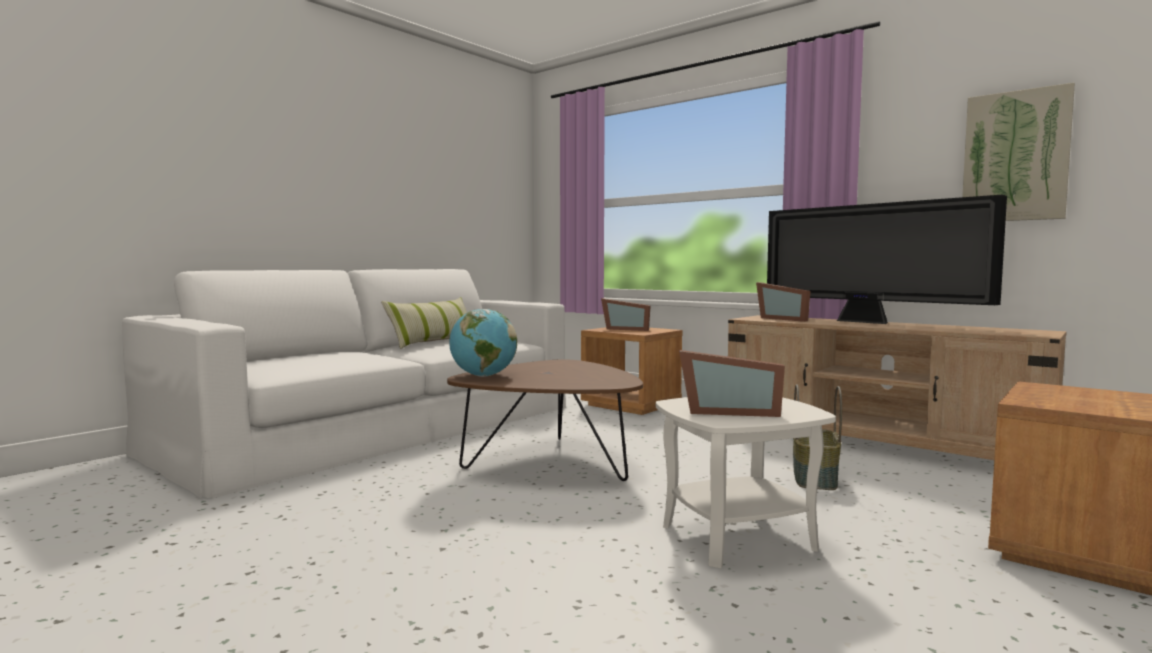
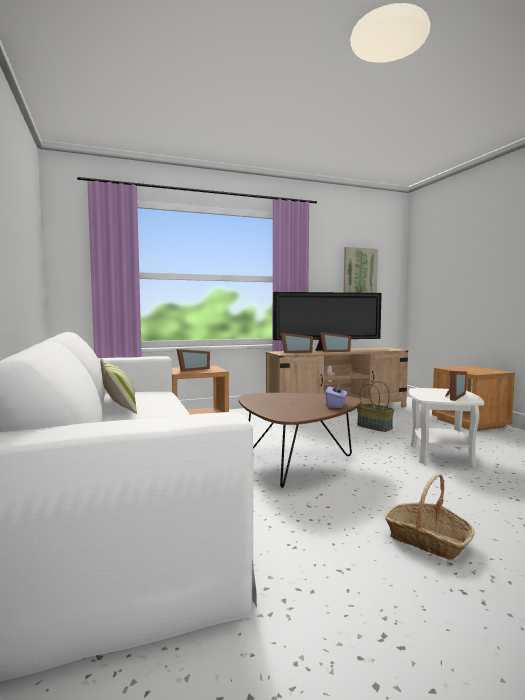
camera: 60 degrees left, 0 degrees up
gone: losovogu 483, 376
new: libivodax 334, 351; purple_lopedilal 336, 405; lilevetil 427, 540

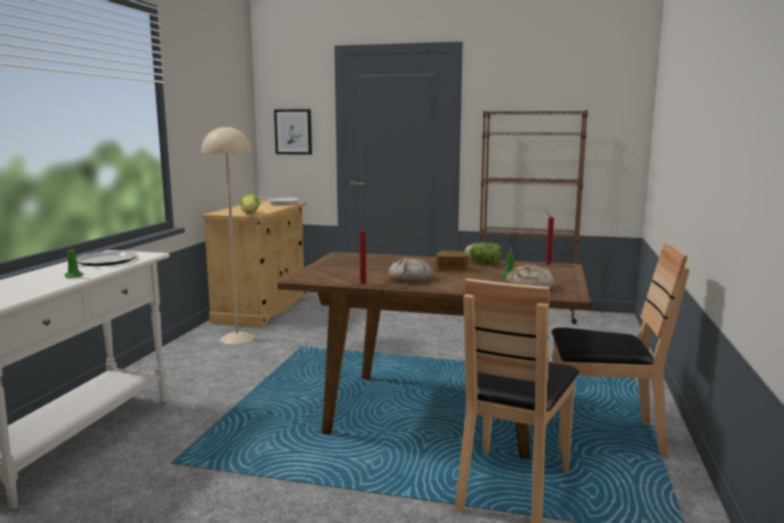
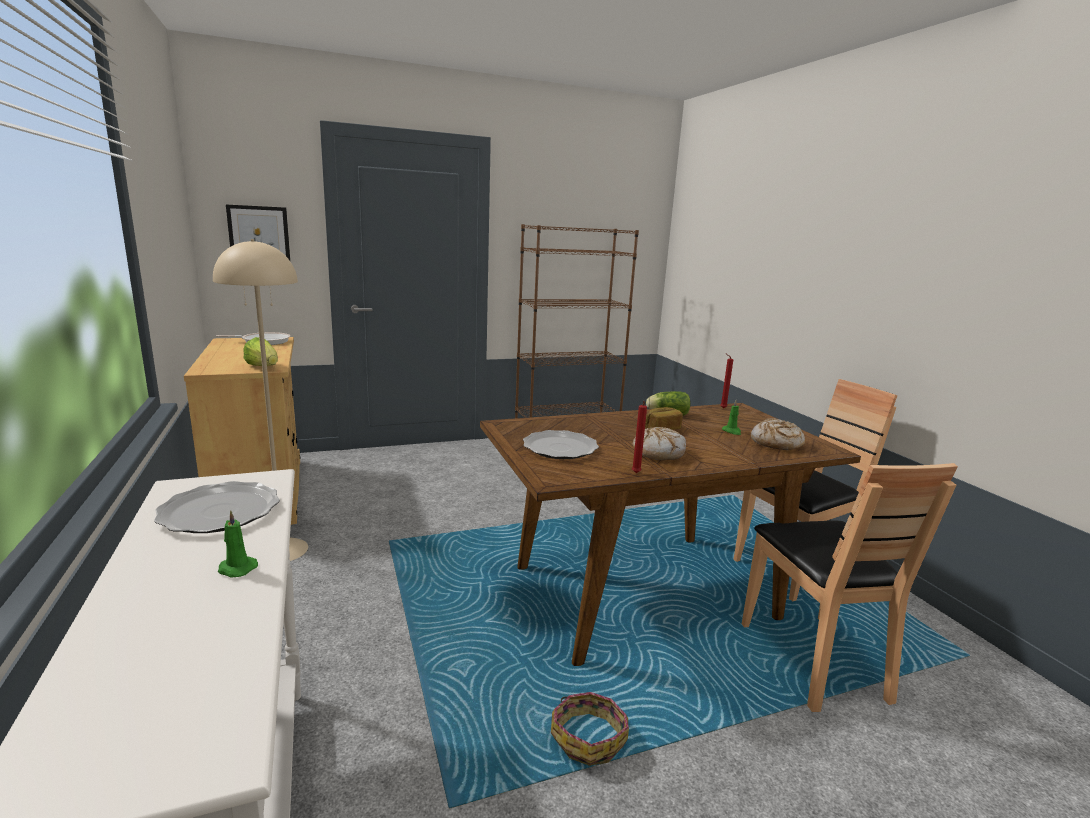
camera: 35 degrees left, 5 degrees up
new: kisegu 560, 448; lilevetil 588, 737

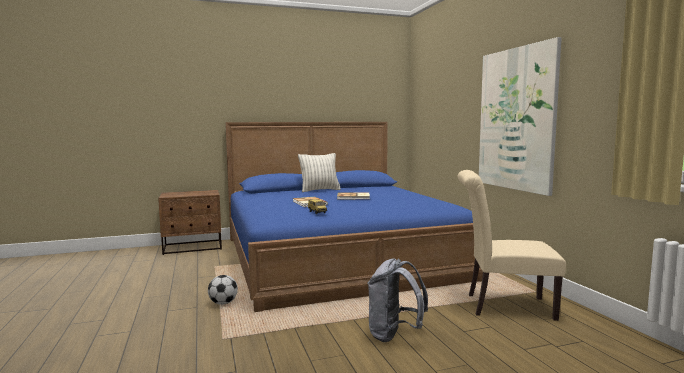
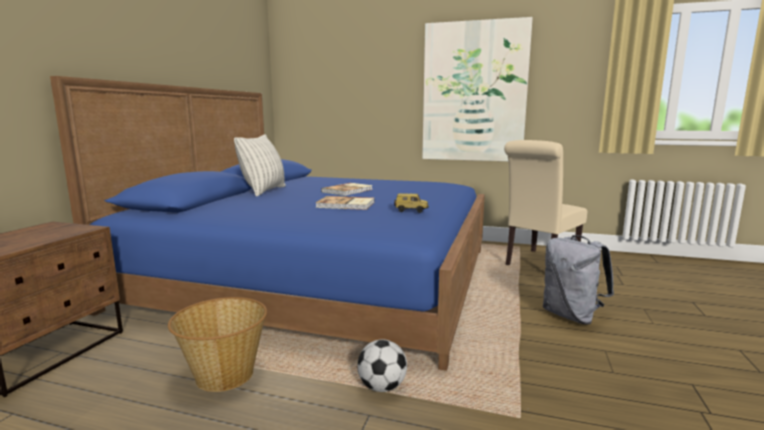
camera: 55 degrees left, 5 degrees up
new: lilevetil 224, 374

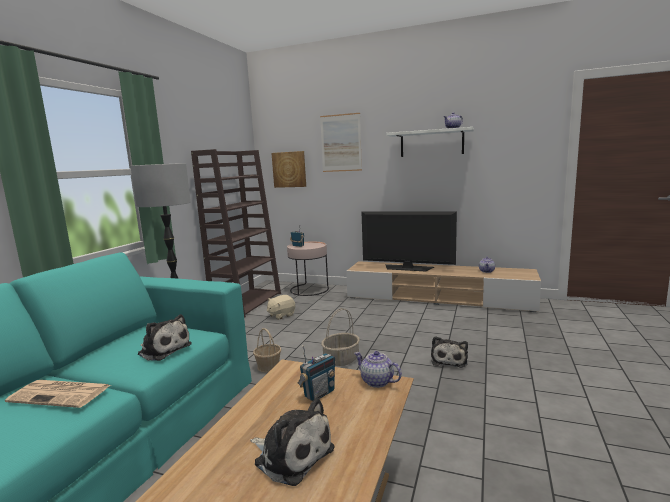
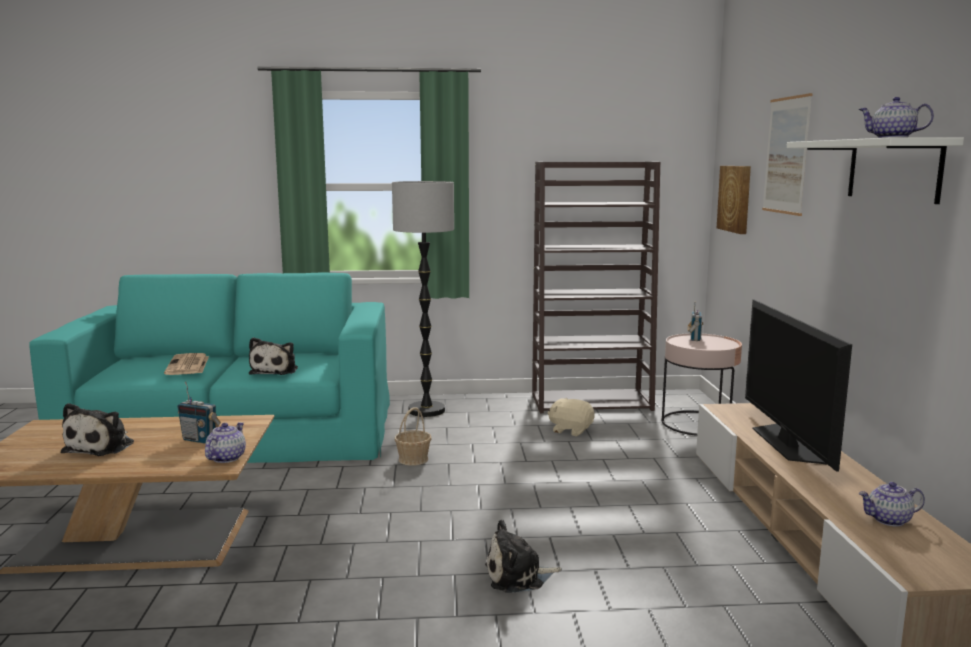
camera: 65 degrees right, 0 degrees up
gone: lilevetil 341, 359

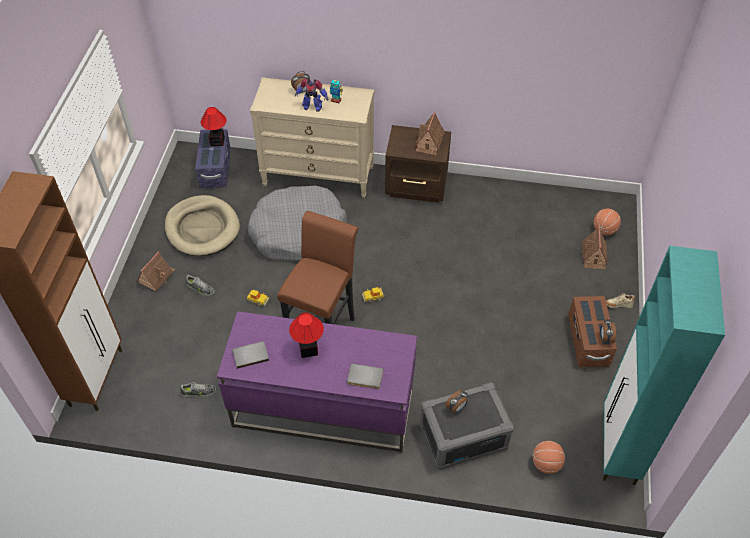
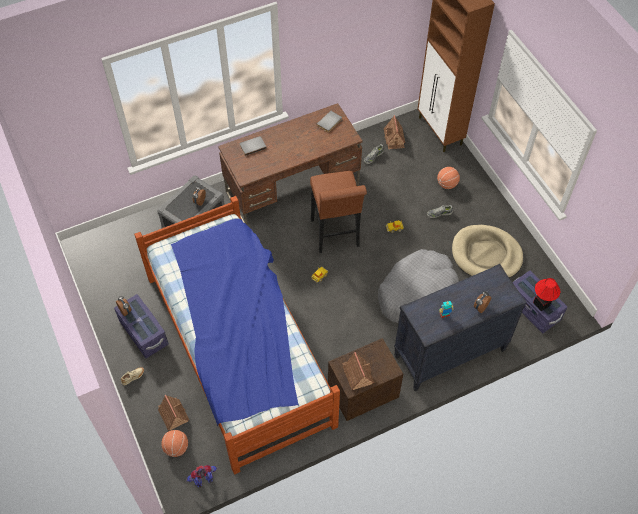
camera: 145 degrees right, 5 degrees up
gone: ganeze 309, 349; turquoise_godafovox 618, 449
new: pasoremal 239, 348
shifted: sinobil 156, 276 to 394, 138; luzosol 312, 106 to 204, 480; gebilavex 546, 463 to 447, 184
repainted: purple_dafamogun 322, 407 to brown_dafamogun 293, 189; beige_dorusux 318, 176 to black_dorusux 449, 354; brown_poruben 588, 341 to purple_poruben 144, 333

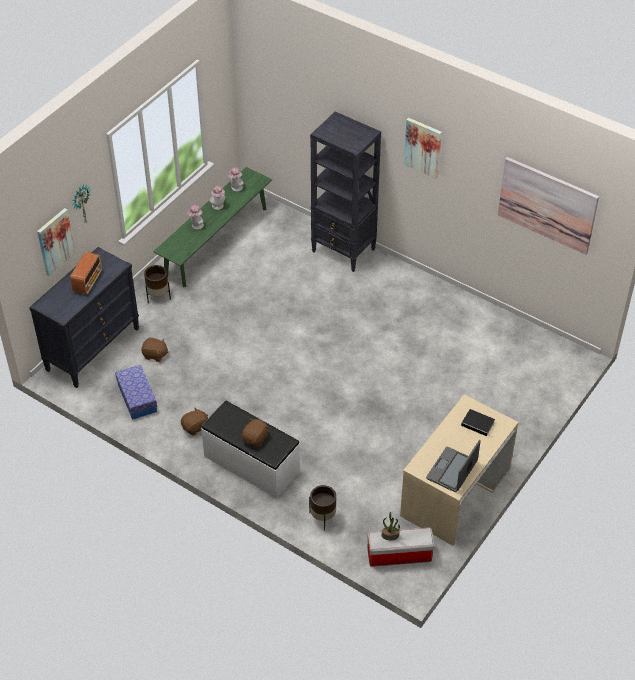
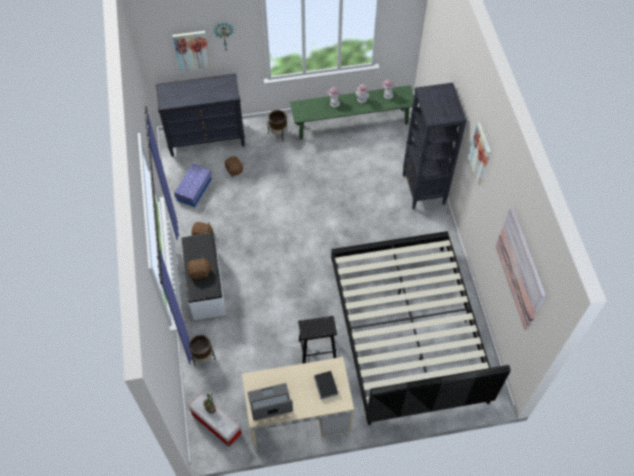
camera: 45 degrees right, 10 degrees up
gone: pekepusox 88, 281
new: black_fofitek 318, 349; black_pasoremal 407, 331

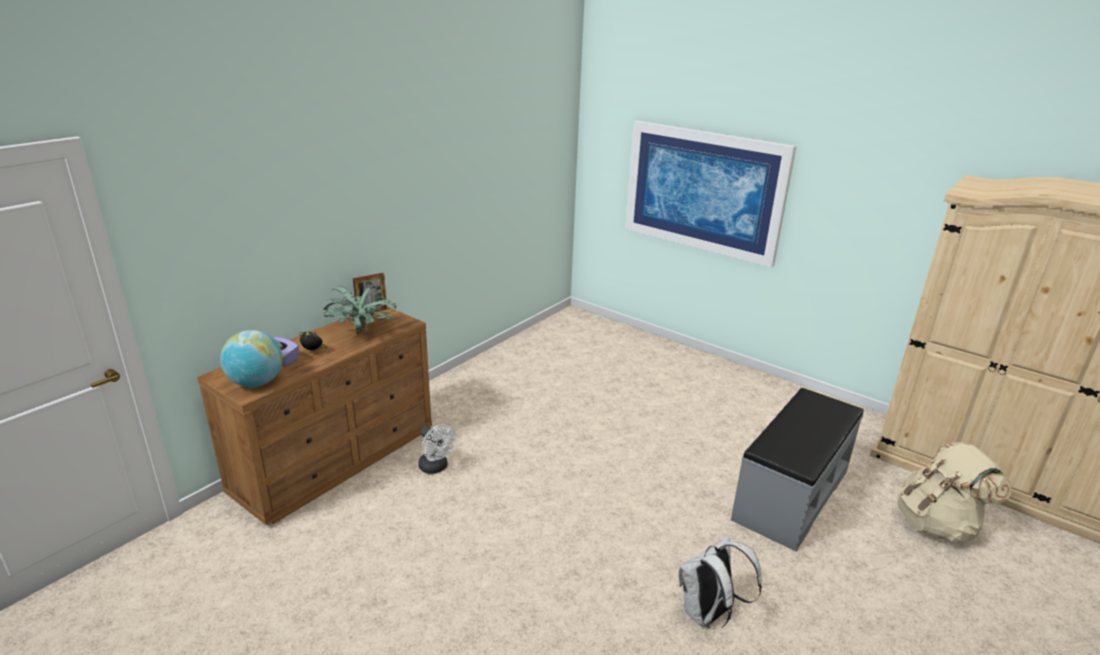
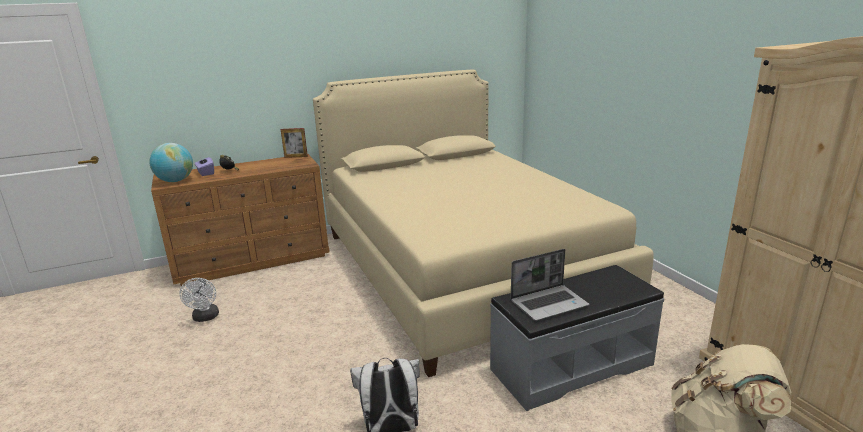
camera: 30 degrees right, 5 degrees down
gone: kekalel 362, 332; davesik 703, 191
new: beige_pasoremal 462, 267; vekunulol 549, 303
shifted: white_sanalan 436, 468 to 205, 318

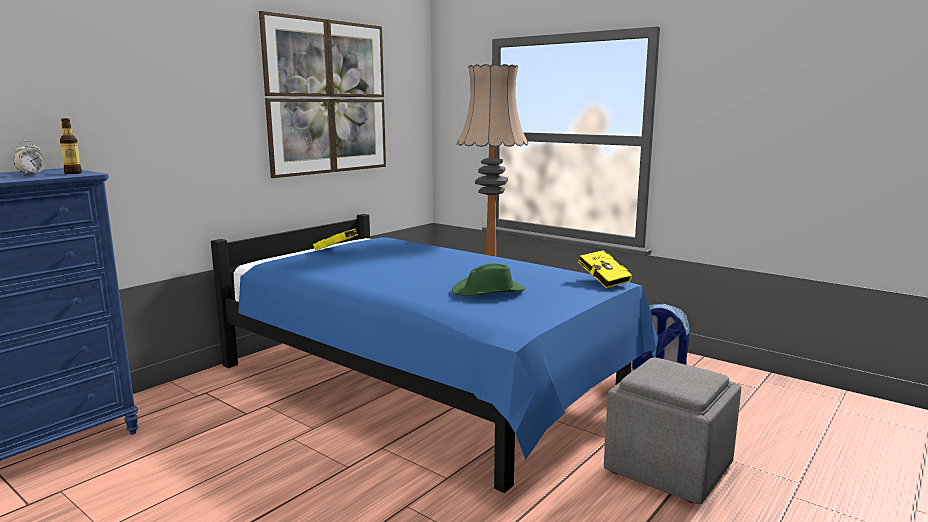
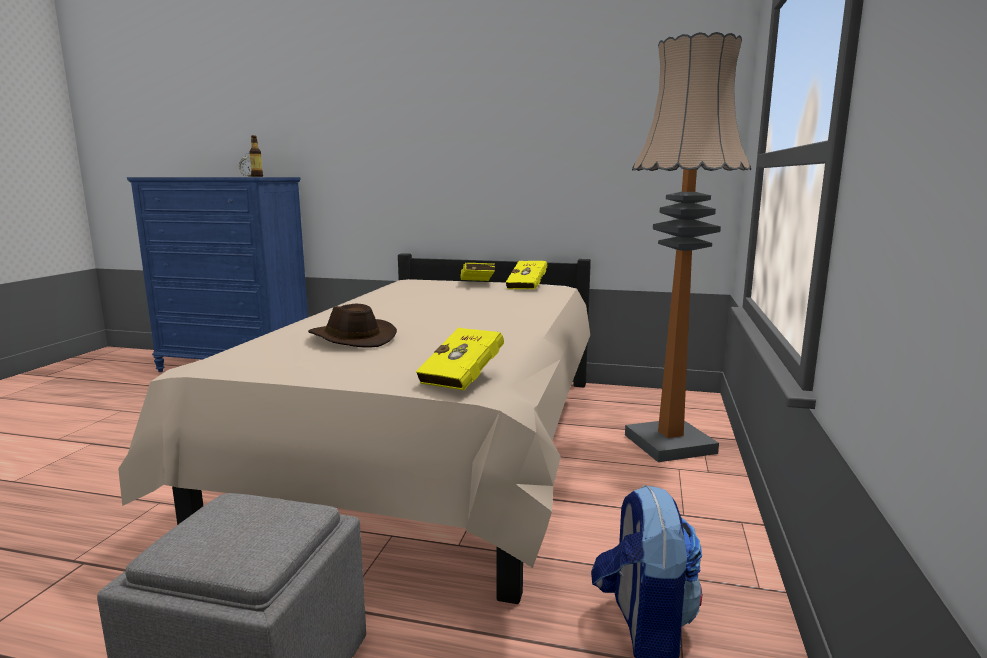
camera: 65 degrees right, 0 degrees up
gone: davesik 327, 97
new: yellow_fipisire 528, 286
repainted: blue_pasoremal 427, 383 to beige_pasoremal 434, 451; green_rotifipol 489, 291 to brown_rotifipol 350, 338

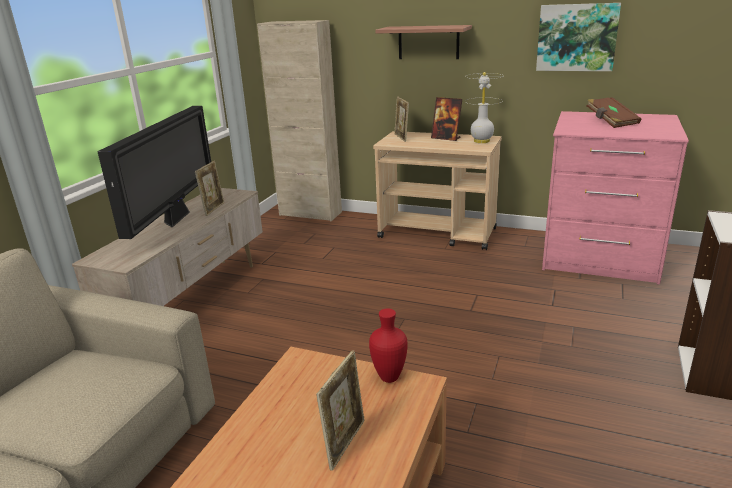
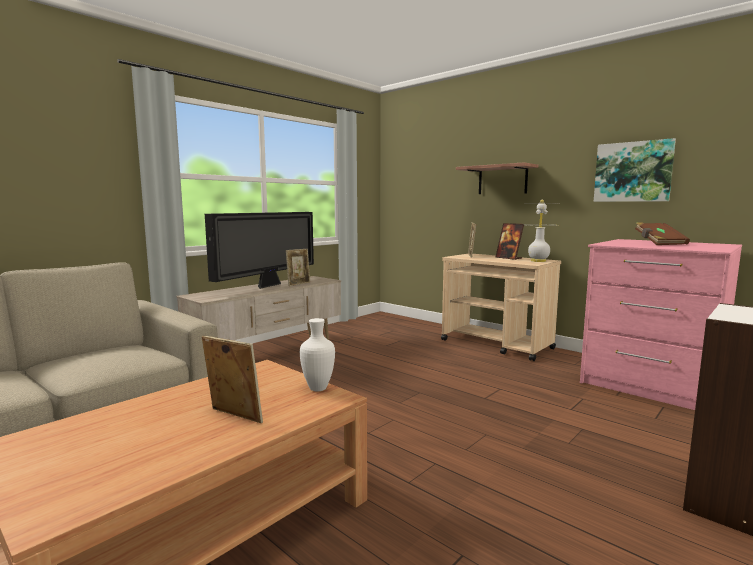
camera: 20 degrees right, 15 degrees down
gone: beige_godafovox 310, 214
repainted: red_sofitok 390, 377 to white_sofitok 319, 388
rotated: libivodax 345, 443 = 234, 417 105 degrees counterclockwise

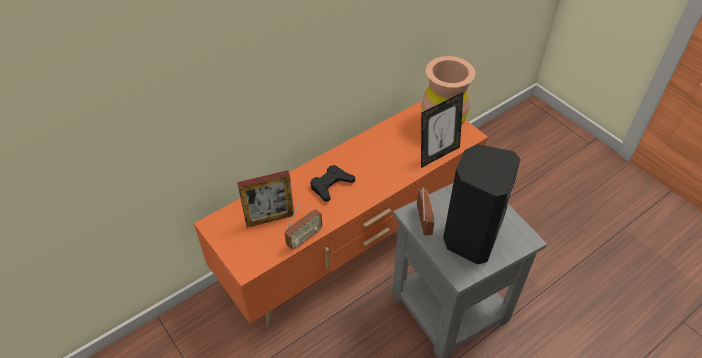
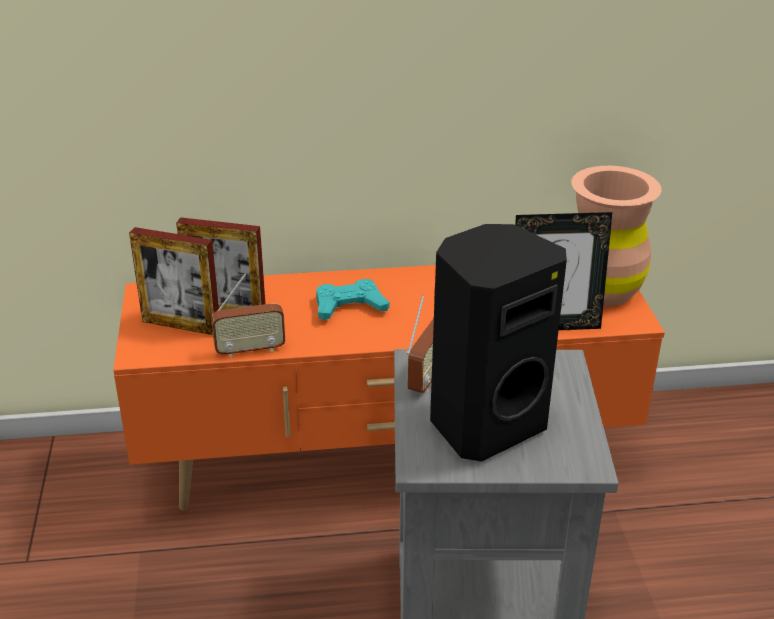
camera: 30 degrees right, 15 degrees down
new: libivodax 181, 325
repainted: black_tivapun 331, 185 to turquoise_tivapun 349, 306

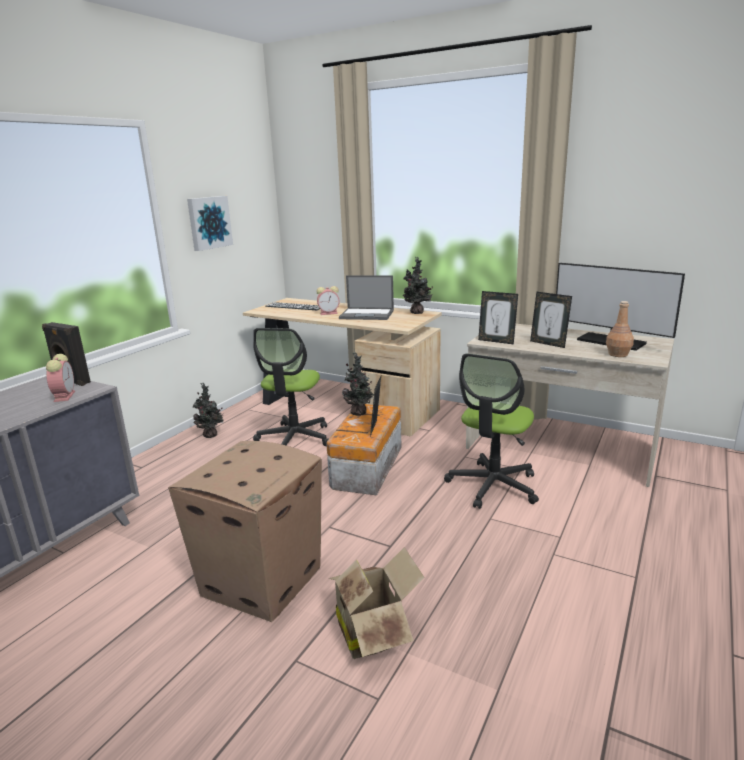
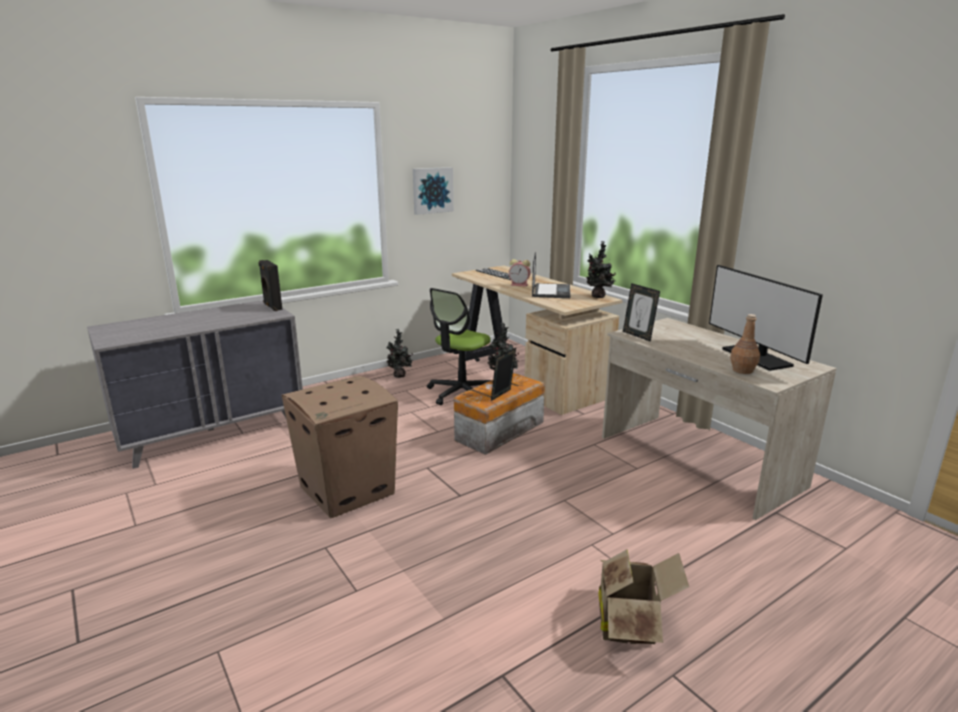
camera: 25 degrees right, 0 degrees up
gone: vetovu 64, 396; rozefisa 493, 486; libivodax 548, 343
shifted: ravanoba 374, 631 to 631, 623
rotated: vekunulol 367, 314 = 551, 291 120 degrees counterclockwise

